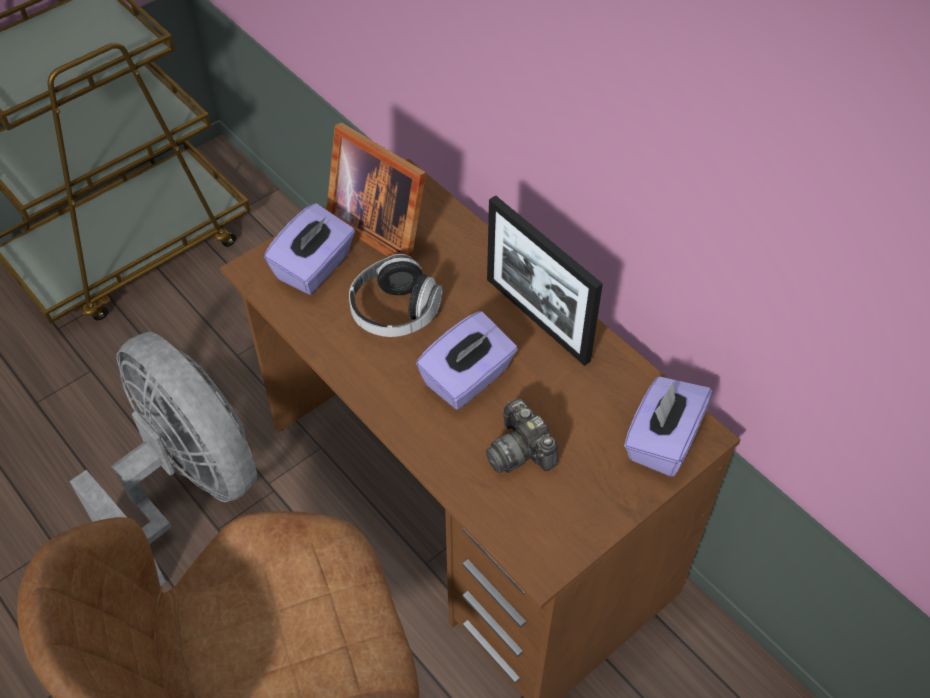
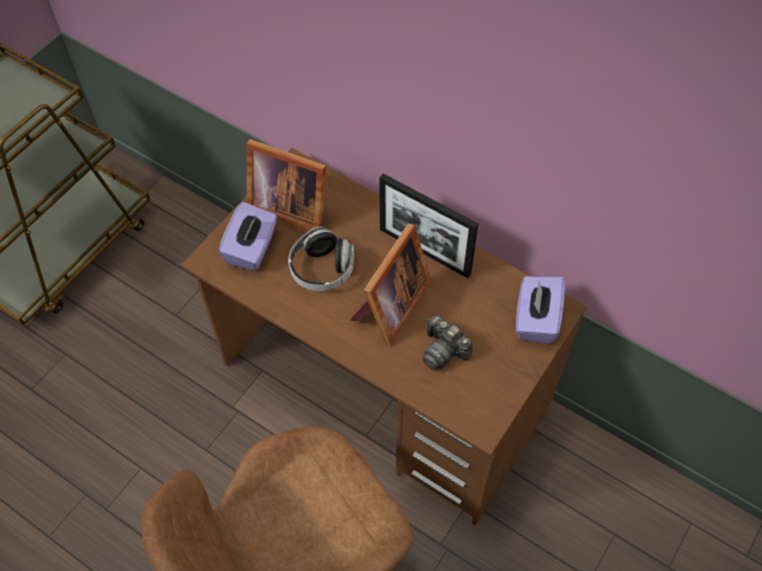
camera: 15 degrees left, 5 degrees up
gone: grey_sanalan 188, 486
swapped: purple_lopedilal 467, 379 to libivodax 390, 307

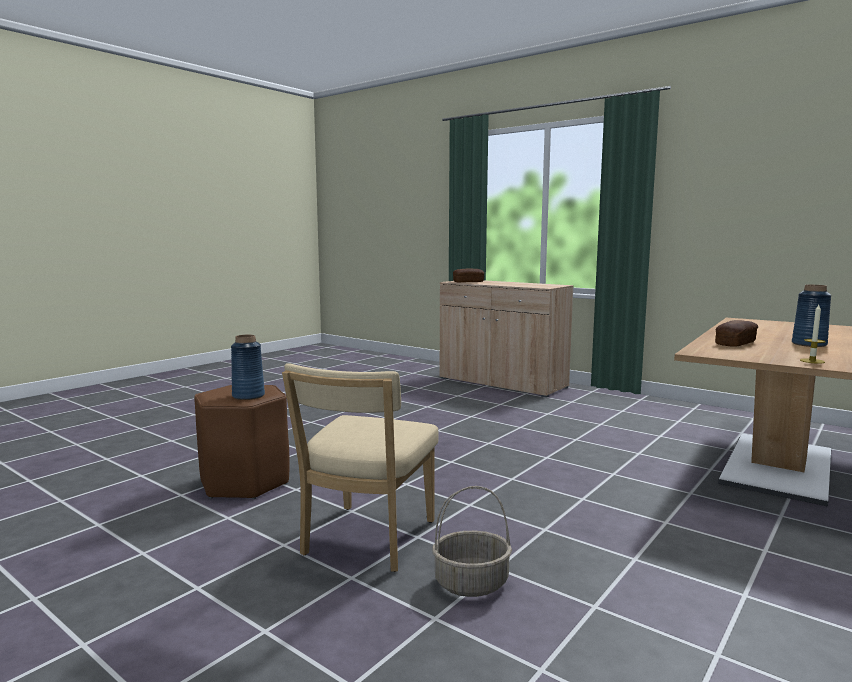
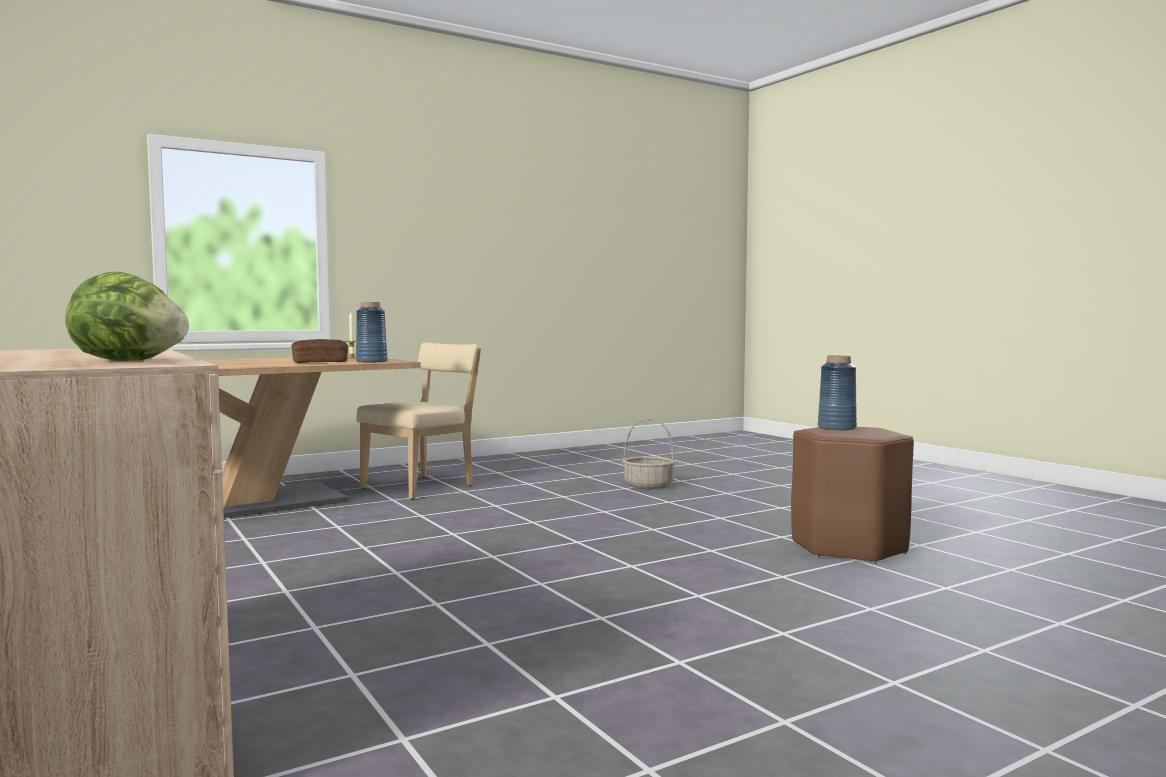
camera: 160 degrees left, 5 degrees down
shifted: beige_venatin 366, 541 to 422, 486; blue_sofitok 809, 344 to 371, 361
swapped: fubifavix 468, 282 to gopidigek 128, 361

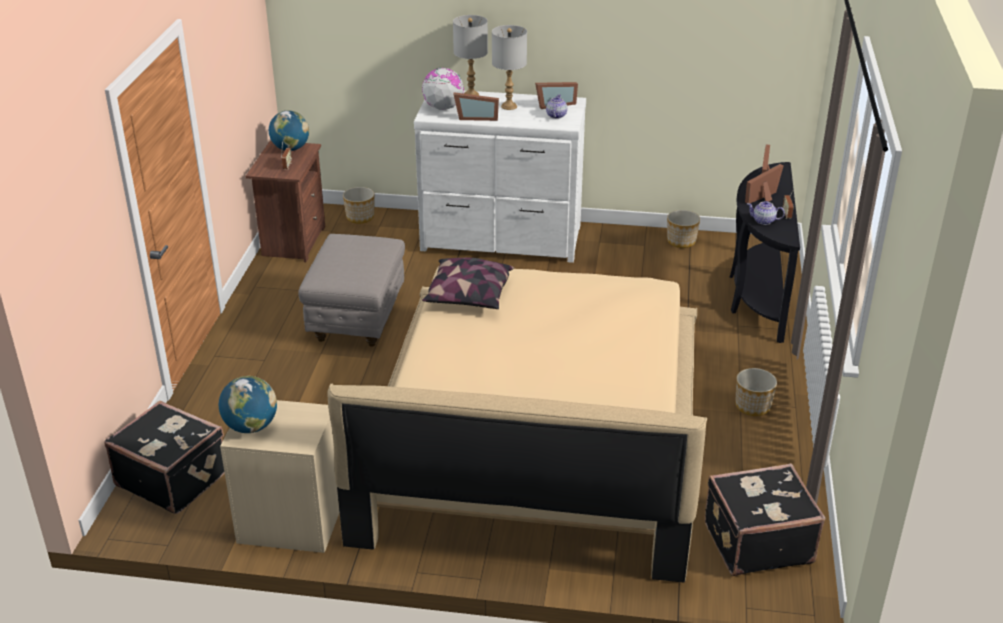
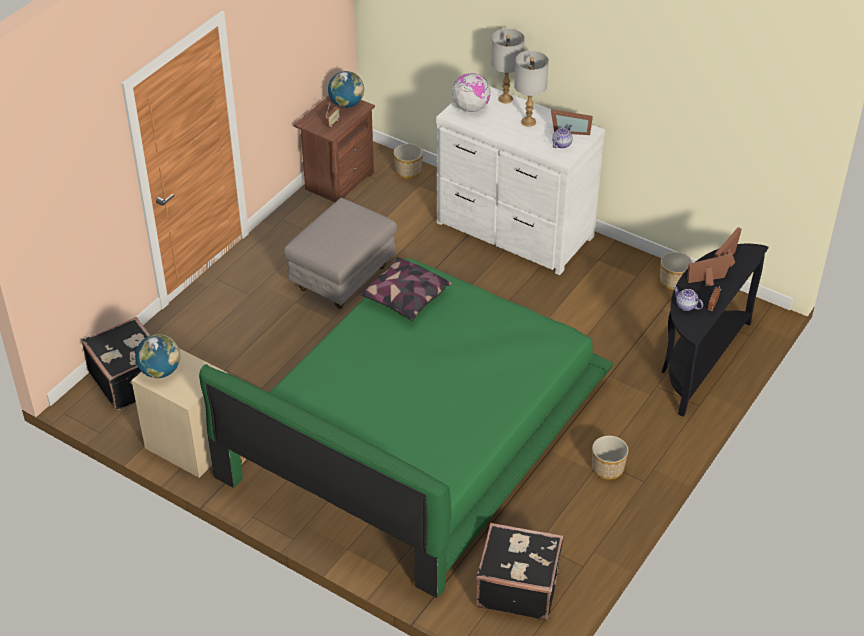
camera: 25 degrees right, 10 degrees up
gone: libivodax 476, 117
repainted: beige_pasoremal 536, 431 to green_pasoremal 416, 430

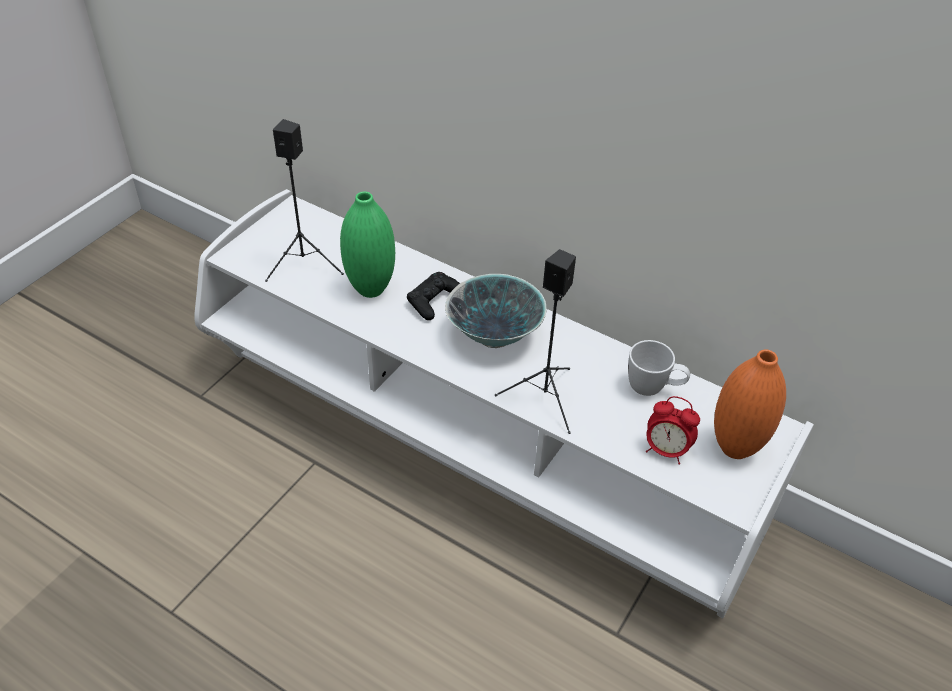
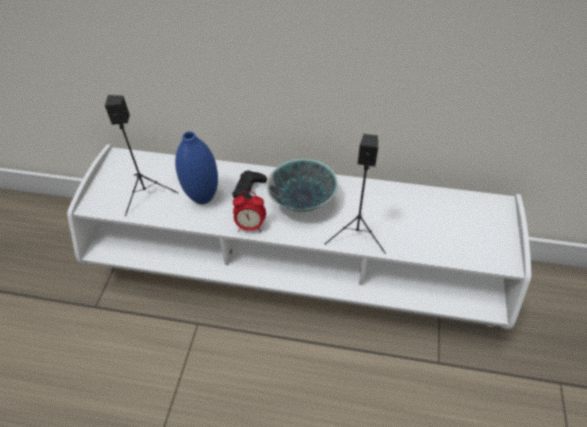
camera: 20 degrees left, 5 degrees up
gone: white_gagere 653, 388; orange_sofitok 735, 448
shifted: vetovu 666, 450 to 250, 226
repainted: green_sofitok 370, 289 to blue_sofitok 203, 197

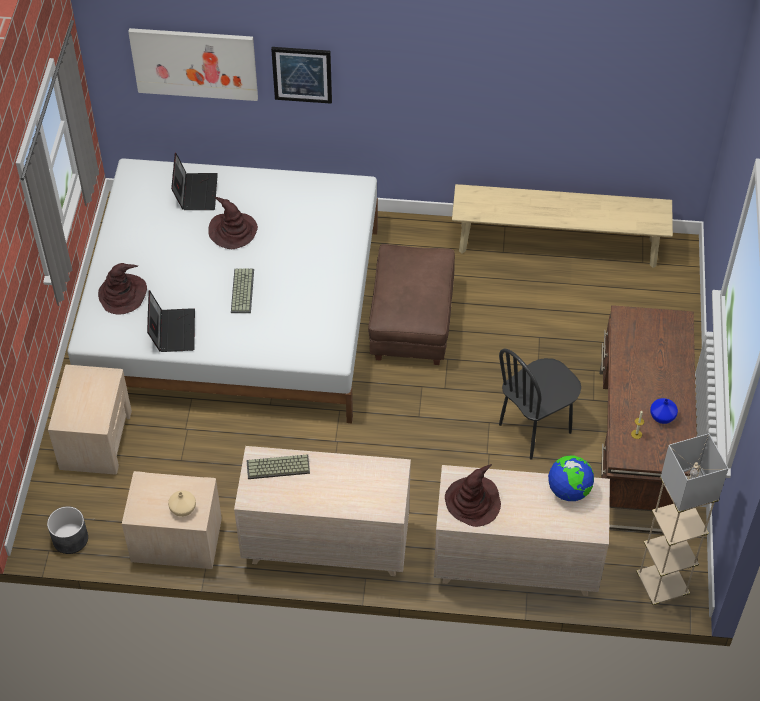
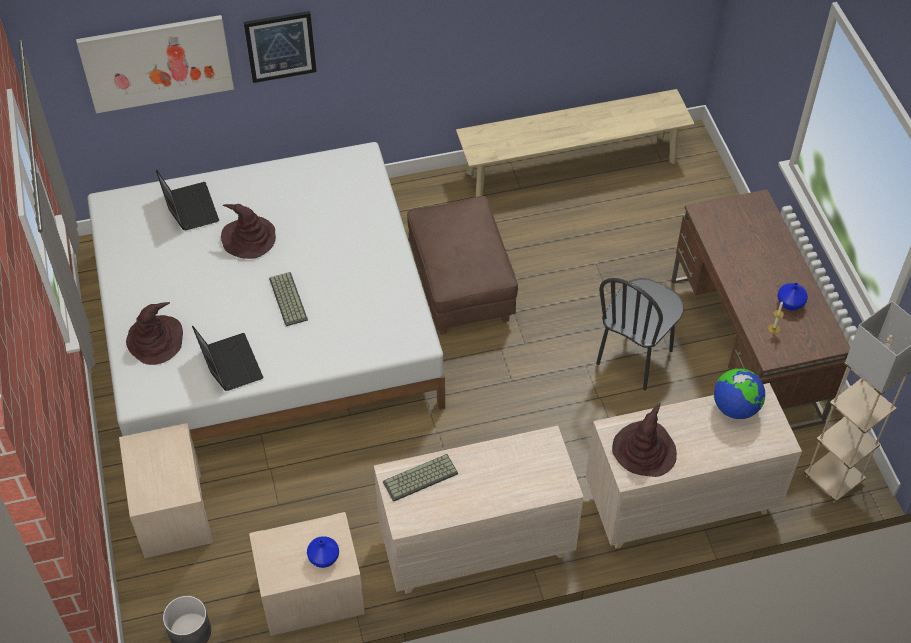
camera: 20 degrees left, 0 degrees up
repainted: beige_sofitok 183, 508 to blue_sofitok 324, 557

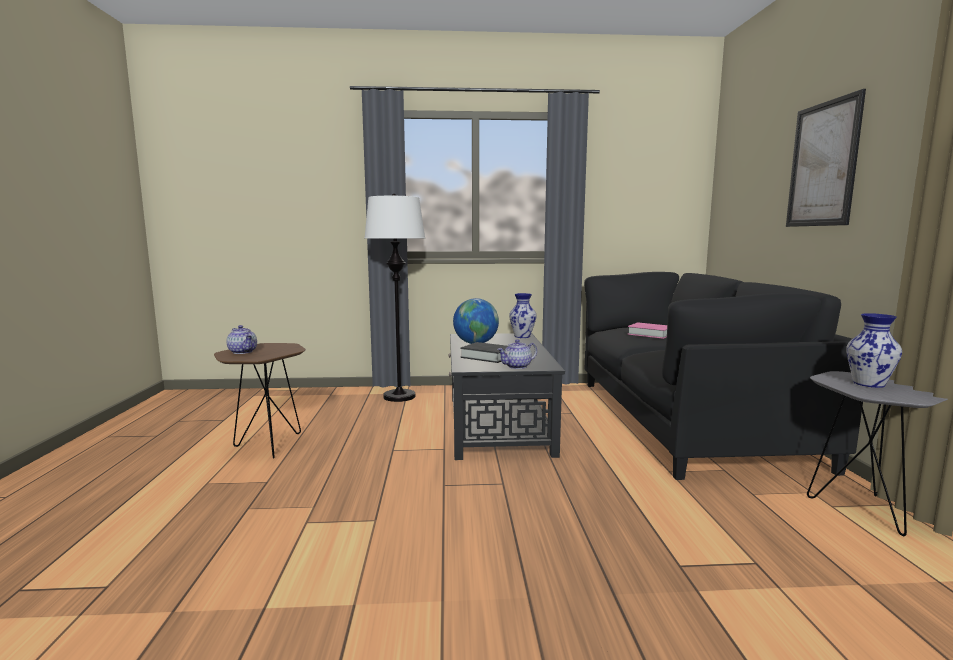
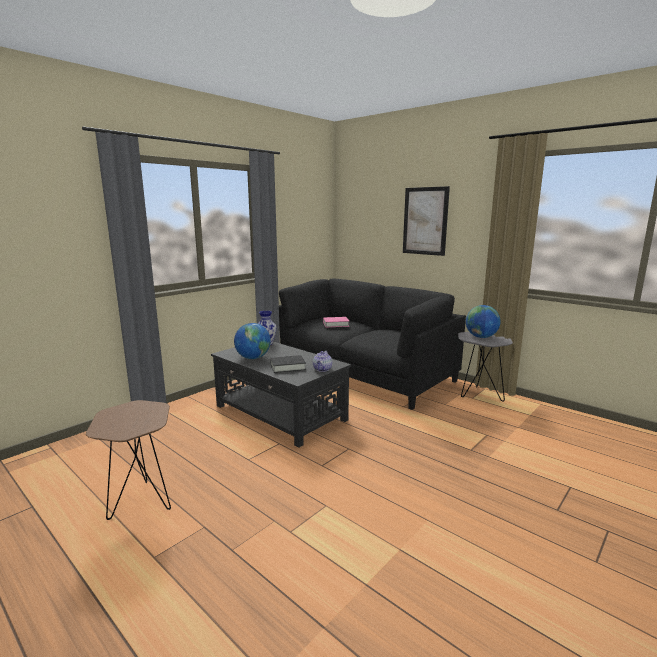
camera: 45 degrees left, 5 degrees up
gone: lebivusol 243, 352; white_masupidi 399, 396
swapped: sofitok 868, 384 to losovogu 481, 337

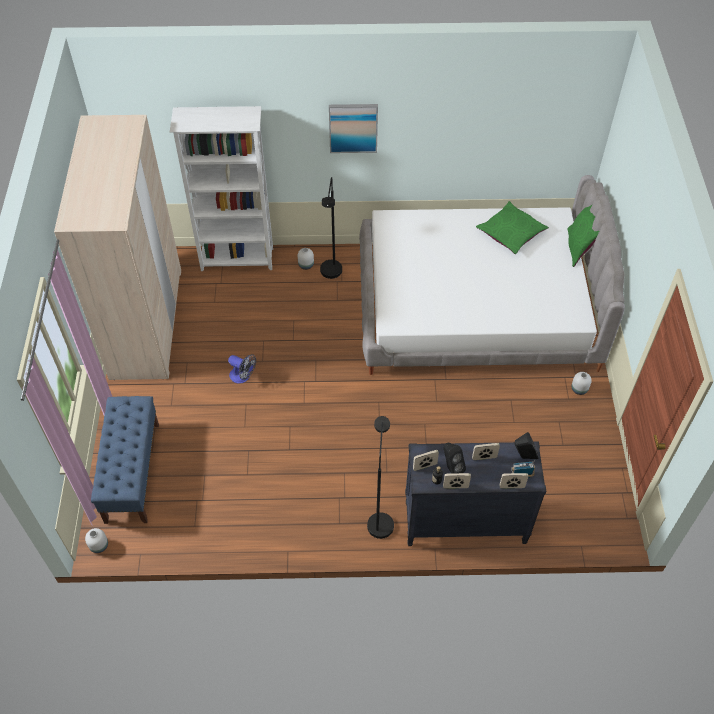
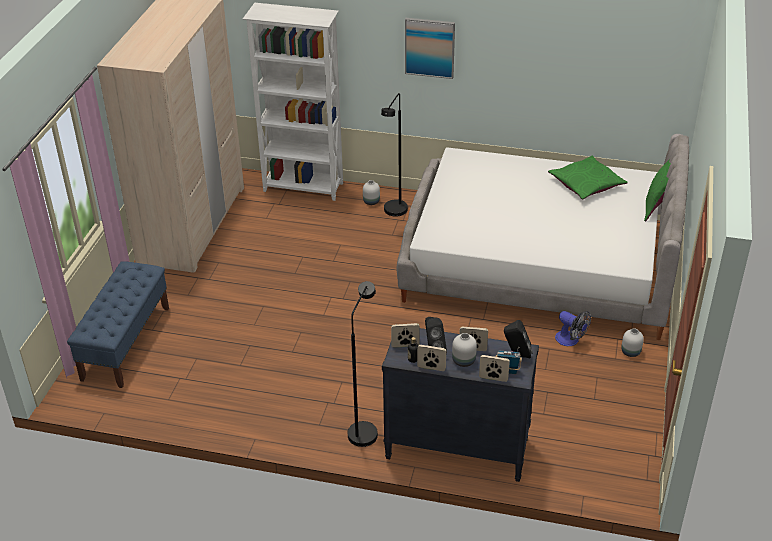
camera: 15 degrees right, 15 degrees down
shifted: white_sofitok 99, 545 to 464, 361; sanalan 243, 376 to 570, 340

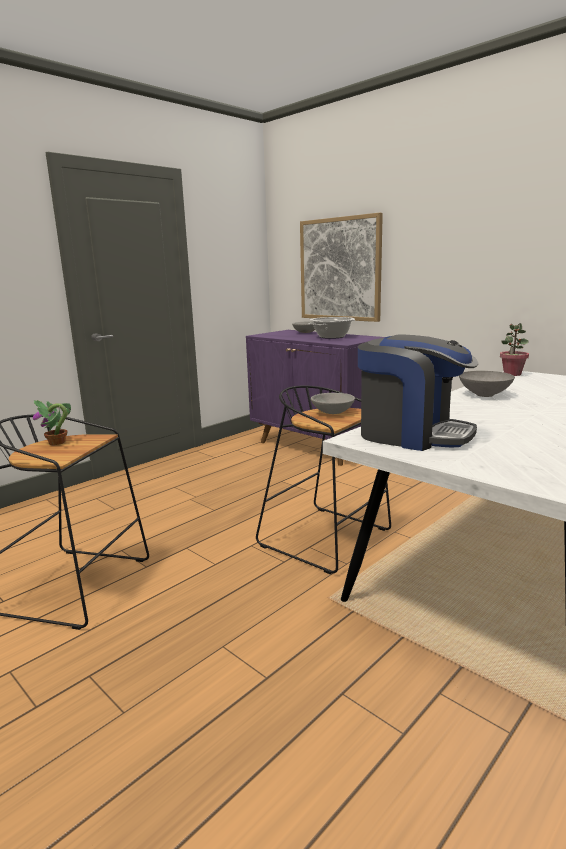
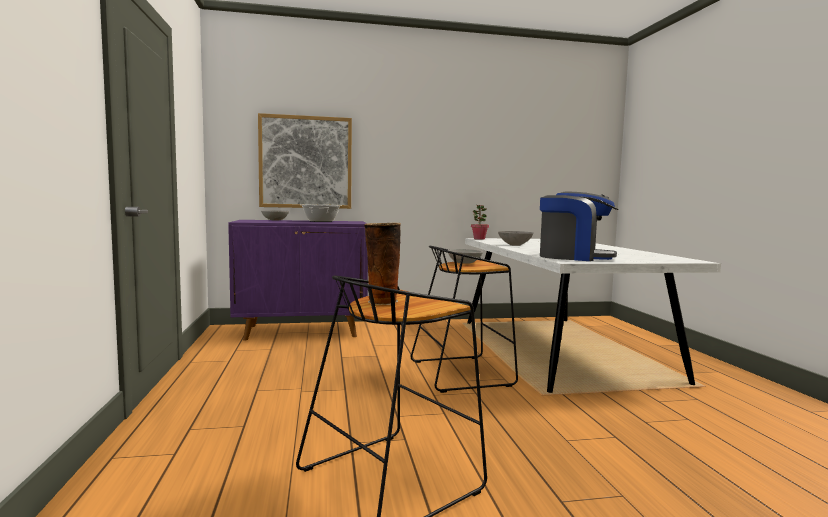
camera: 55 degrees left, 10 degrees down
swapped: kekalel 57, 442 to sofitok 381, 302
rotated: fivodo 412, 434 = 574, 257 45 degrees clockwise

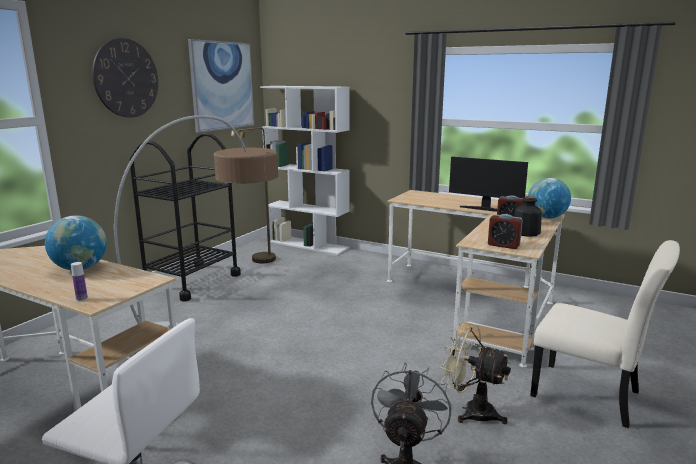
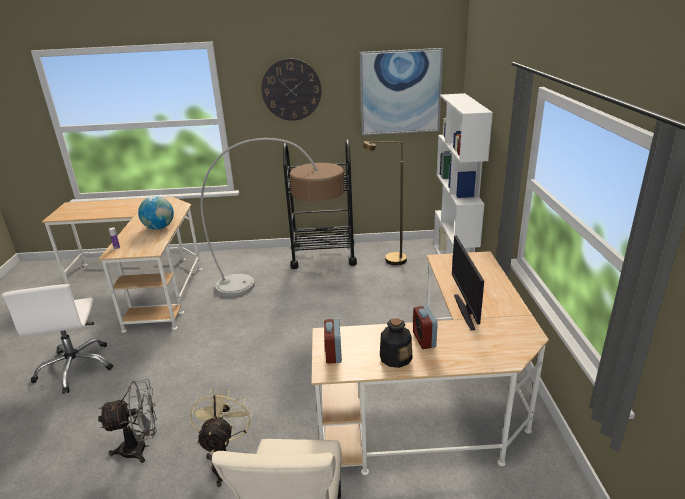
camera: 60 degrees right, 10 degrees up
gone: losovogu 546, 217

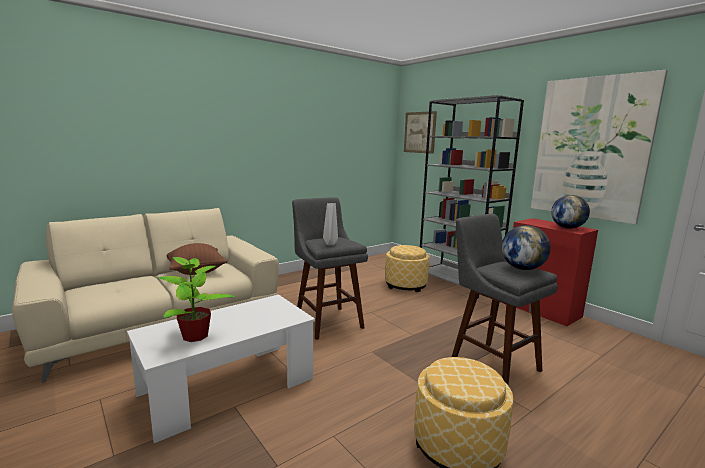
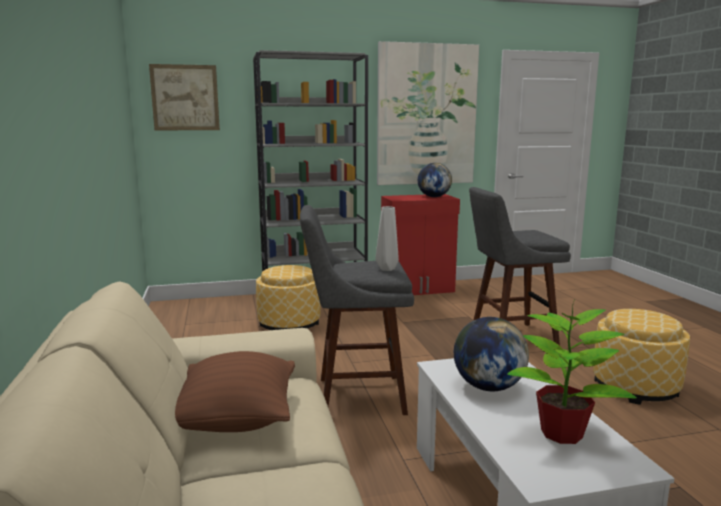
camera: 65 degrees left, 0 degrees up
shifted: losovogu 522, 268 to 488, 387

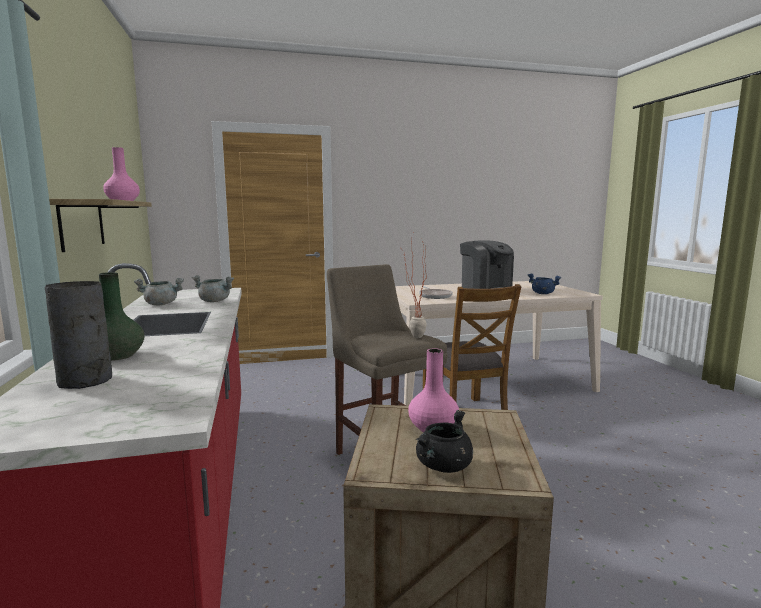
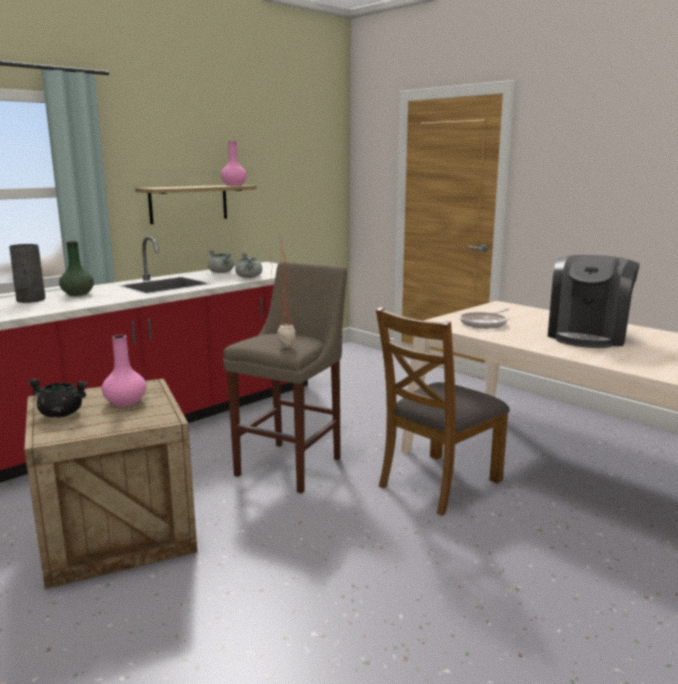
camera: 60 degrees right, 5 degrees up
gone: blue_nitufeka 542, 293

